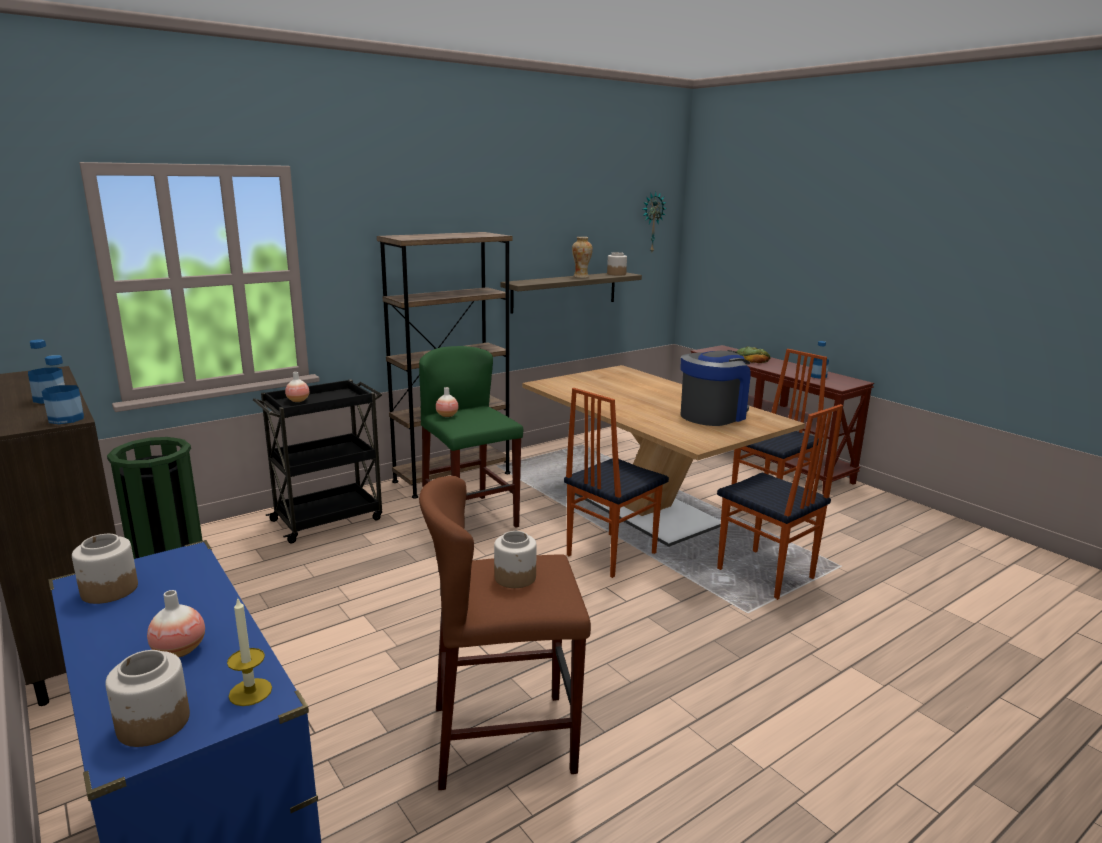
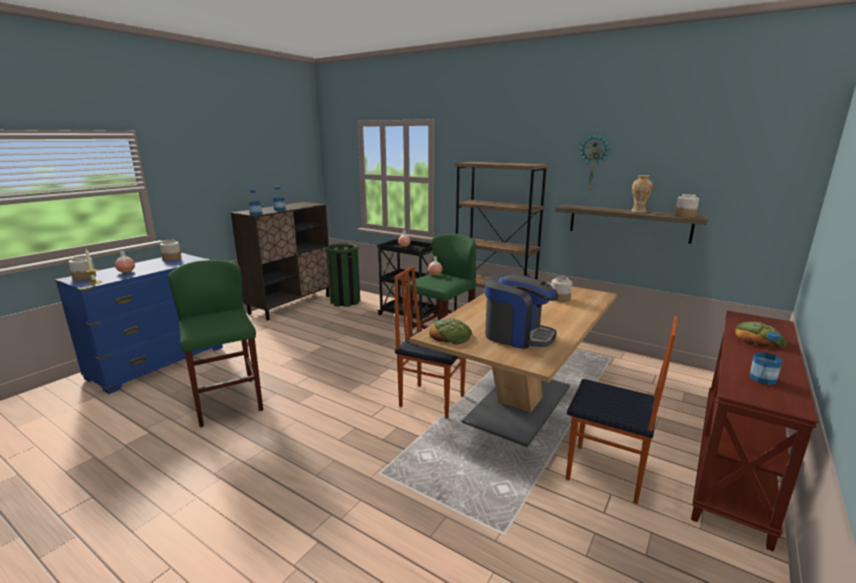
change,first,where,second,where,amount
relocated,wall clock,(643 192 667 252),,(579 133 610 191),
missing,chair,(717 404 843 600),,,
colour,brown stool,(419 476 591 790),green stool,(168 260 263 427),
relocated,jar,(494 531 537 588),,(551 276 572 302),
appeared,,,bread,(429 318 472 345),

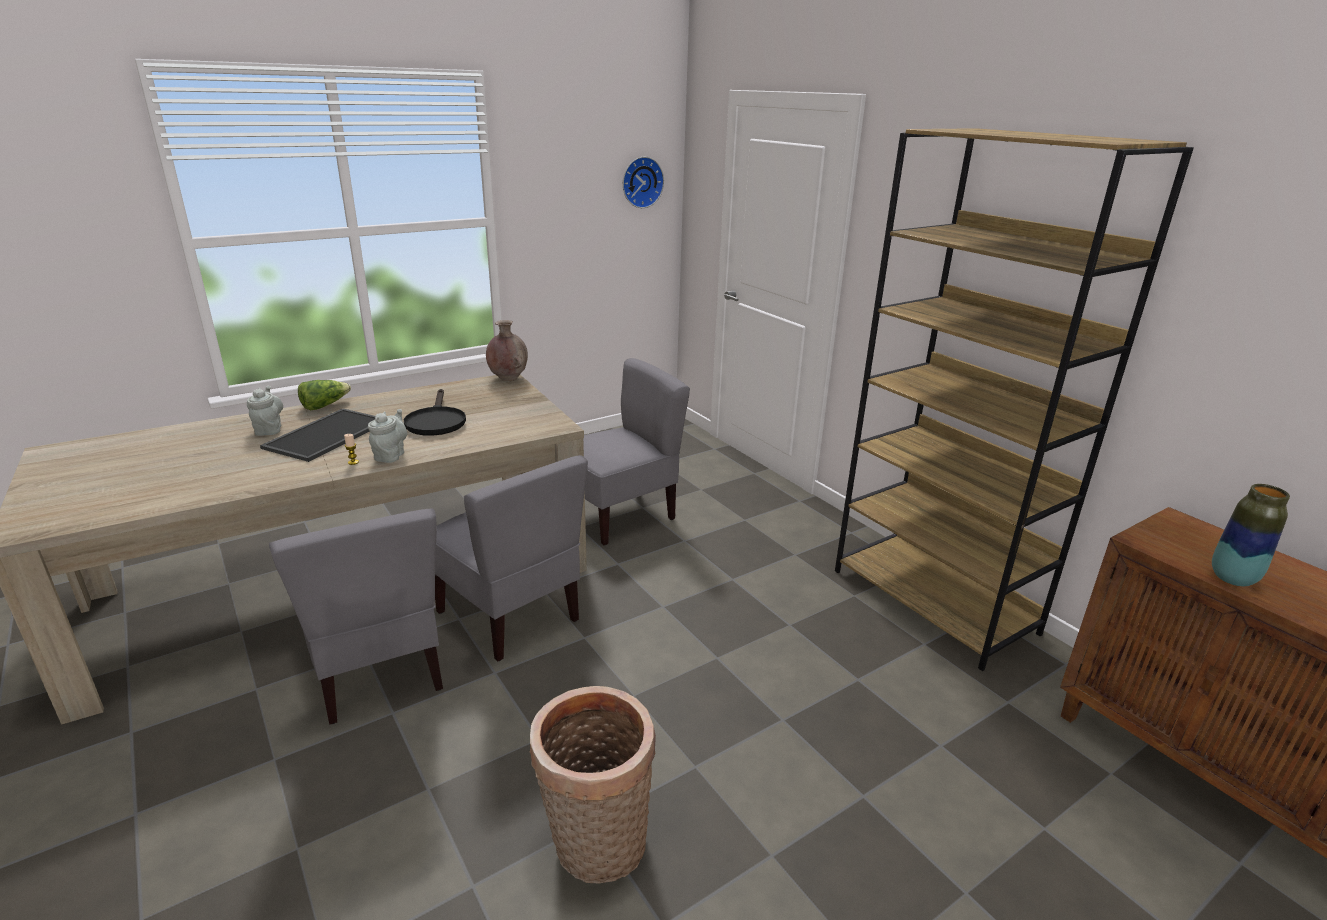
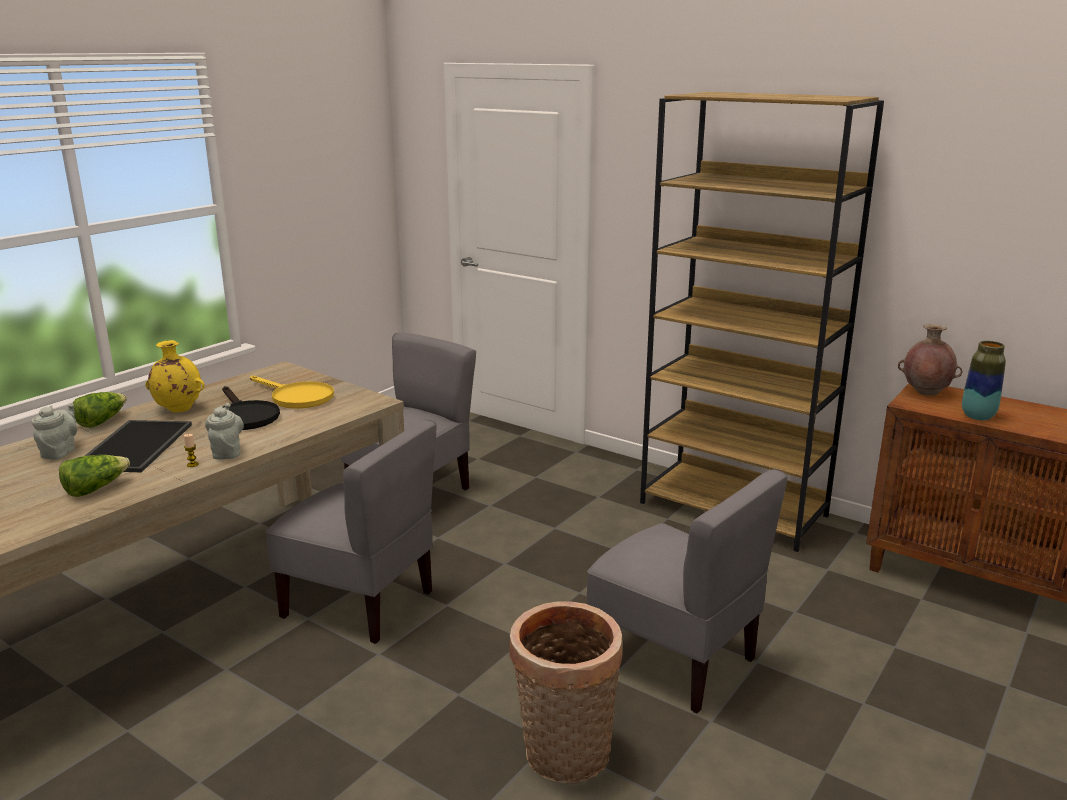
change,first,where,second,where,amount
missing,wall clock,(623 157 664 208),,,
relocated,brown vase,(486 320 528 381),,(898 324 963 396),
spun,grey teapot,(247 386 283 436),,(31 403 77 460),45 degrees clockwise
relocated,grey chair,(269 508 443 725),,(587 469 788 713),
appeared,,,yellow vase,(145 340 205 413),
appeared,,,yellow frying pan,(250 376 334 409),
appeared,,,lettuce,(59 455 130 497),

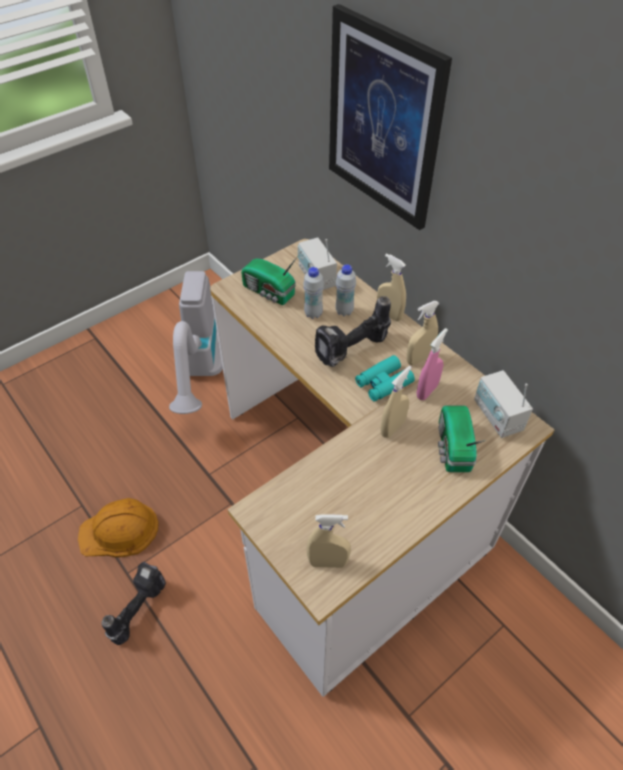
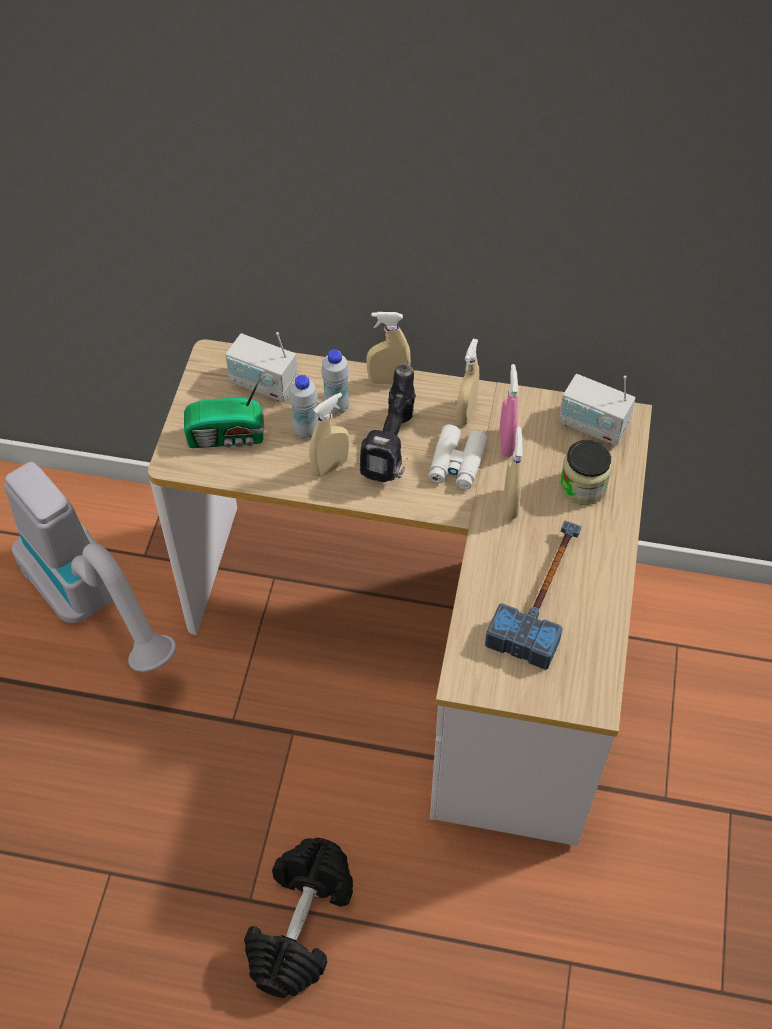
change,first,where,second,where,amount
missing,picture,(329 4 452 230),,,
colour,turquoise binoculars,(355 355 415 401),white binoculars,(428 425 488 489),
exchanged,radio,(438 406 486 472),jar,(560 440 612 505),
missing,orange hard hat,(78 498 159 557),,,
relocated,beige spray bottle,(307 514 351 568),,(309 392 349 477),
exchanged,power drill,(101 562 166 645),black dumbbell,(244 838 353 998),
appeared,,,hammer,(485 521 581 670),

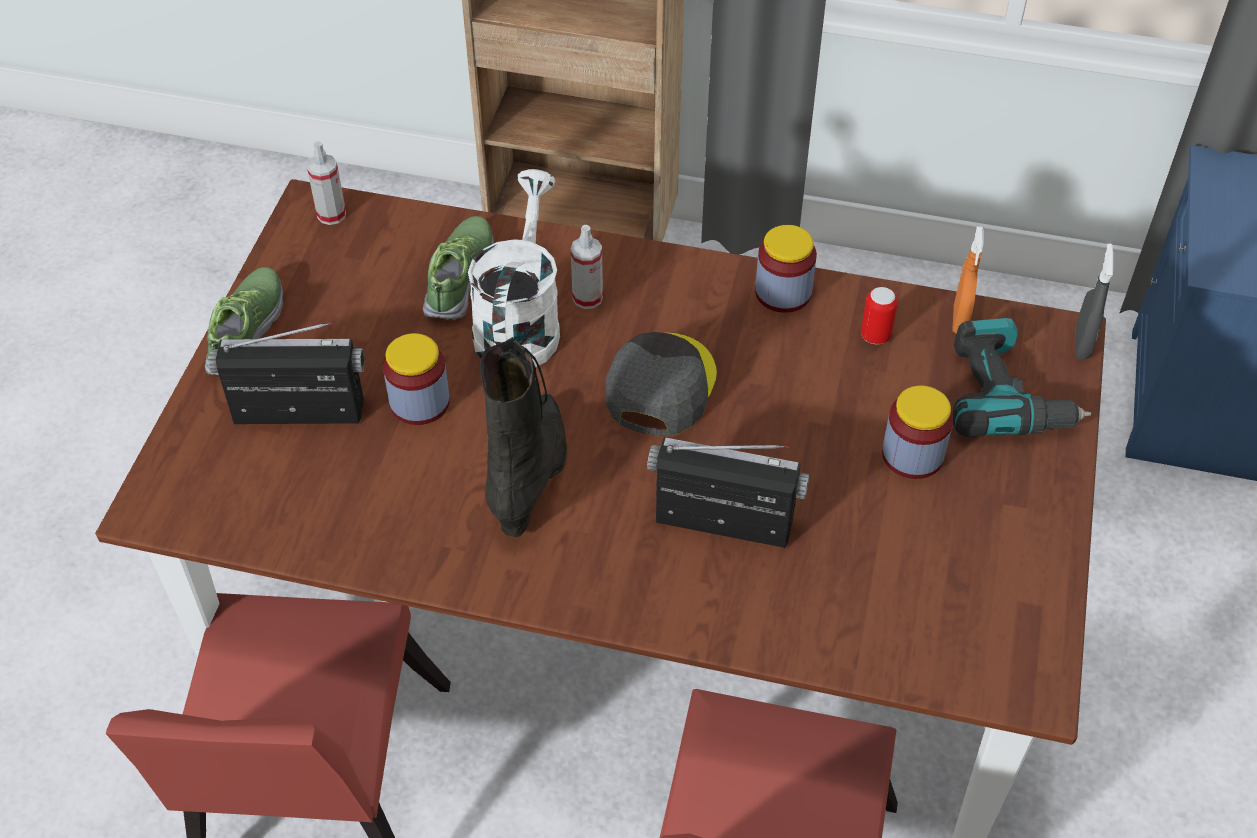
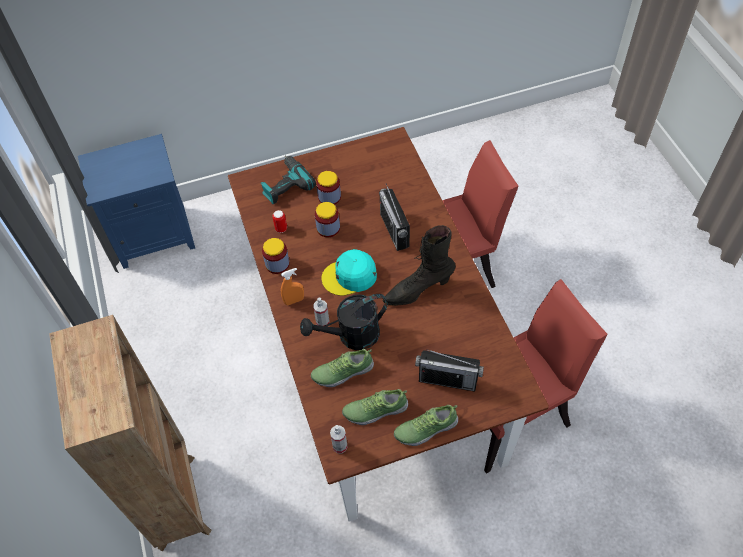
change,first,where,second,where,amount
colour,white watering can,(468 169 560 367),black watering can,(300 294 388 350),
relocated,orange spray bottle,(952 226 984 334),,(281 268 304 305),
missing,grey spray bottle,(1075 243 1114 360),,,
spun,radio,(208 322 365 424),,(415 349 484 392),45 degrees counterclockwise
colour,grey cap,(606 332 717 436),turquoise cap,(321 249 377 296),
relocated,jar,(383 333 450 425),,(315 202 340 237),
appeared,,,shoe,(342 389 408 425),

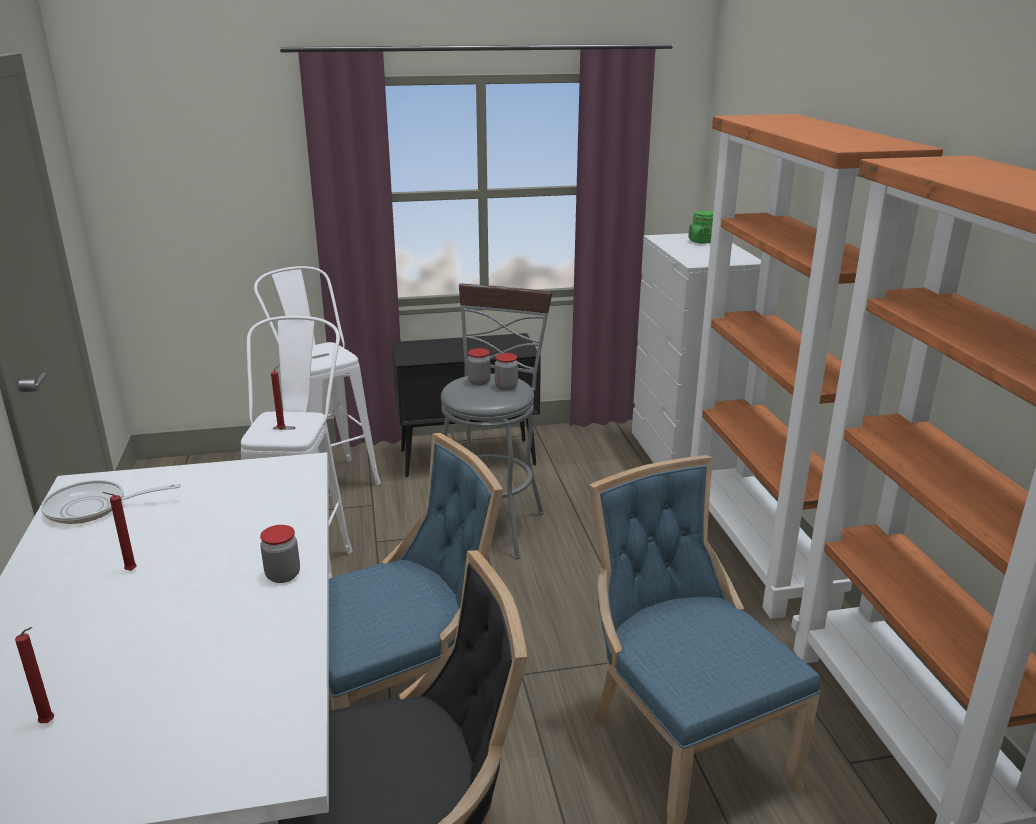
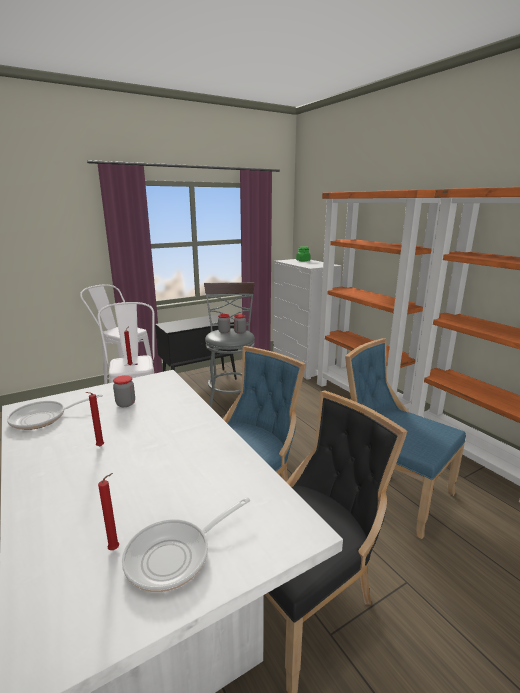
change,first,where,second,where,amount
relocated,jar,(260 525 300 583),,(113 375 135 407),
appeared,,,frying pan,(122 497 250 592),

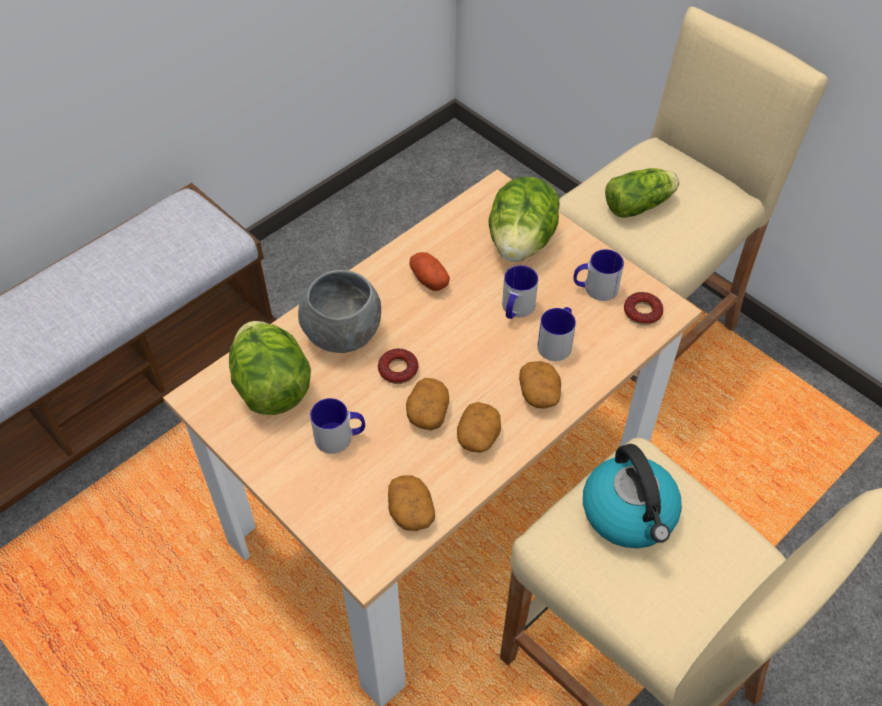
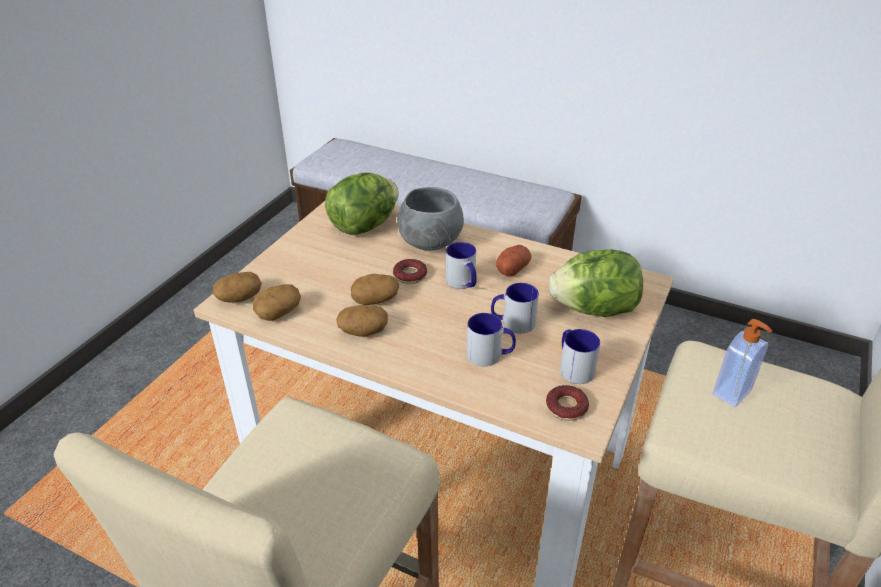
change,first,where,second,where,amount
exchanged,lettuce,(605 168 679 218),soap dispenser,(713 319 773 407),
relocated,potato,(519 361 561 408),,(212 272 262 302),
relocated,mug,(310 398 365 454),,(446 242 477 289),
missing,kettle,(583 444 682 548),,,

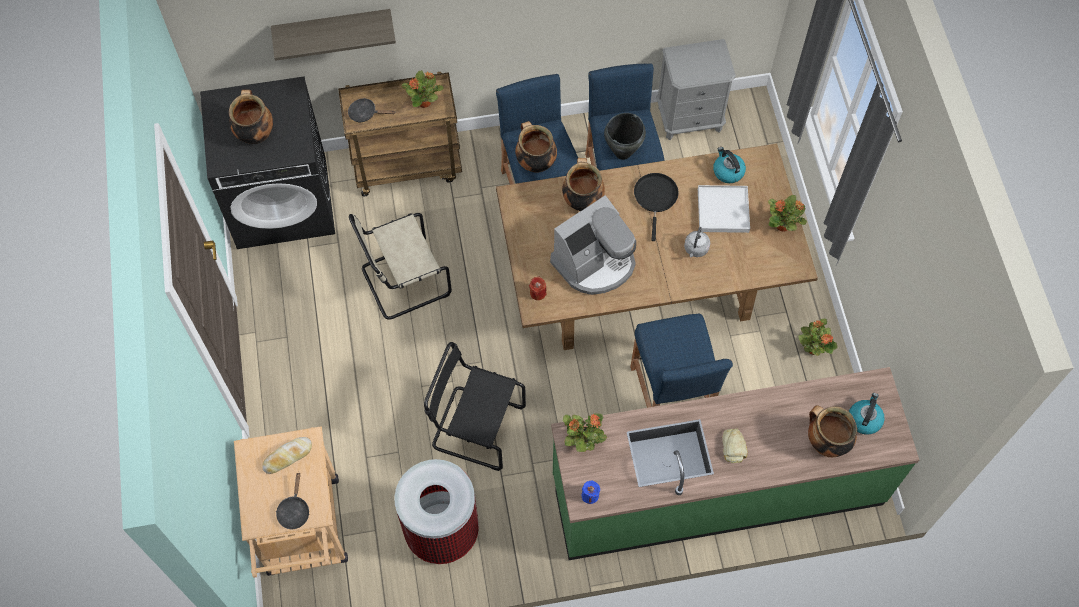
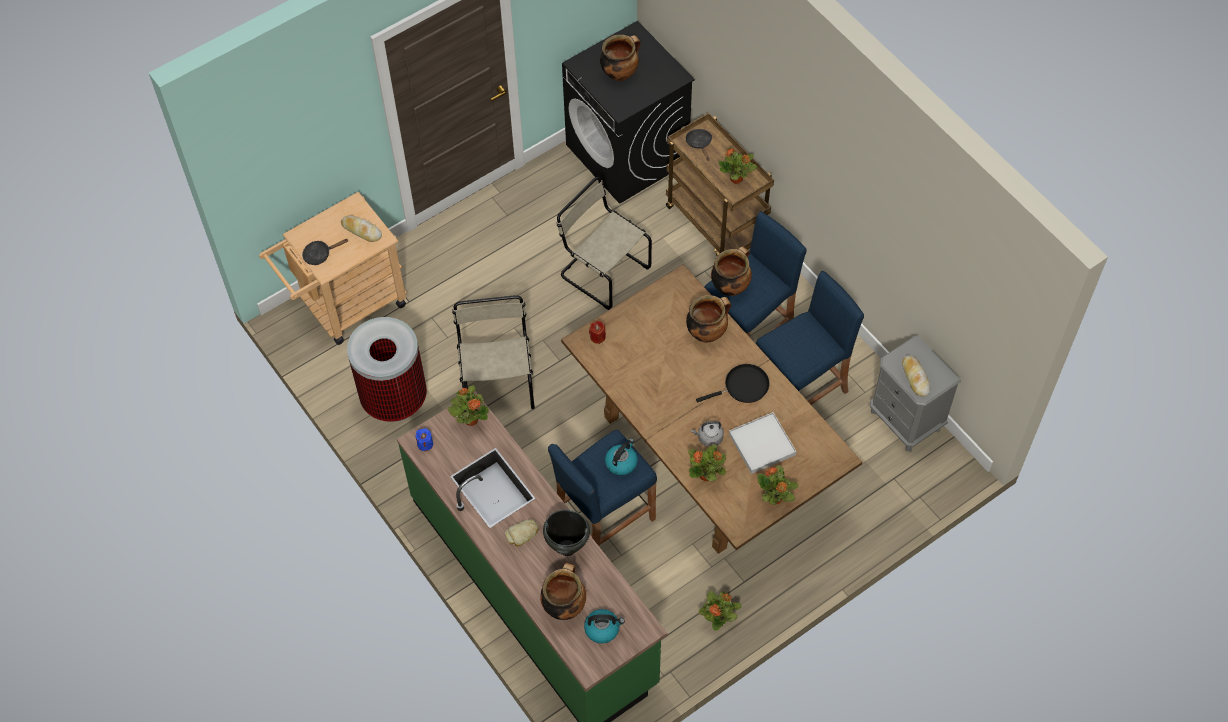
change,first,where,second,where,amount
missing,shelf,(271 9 396 61),,,
relocated,black cooking pot,(604 113 646 160),,(543 510 590 556),
relocated,kettle,(713 147 746 183),,(605 438 638 476),
missing,coffee machine,(550 195 636 295),,,
colour,black chair,(424 342 526 471),beige chair,(452 295 535 409),
appeared,,,bread,(902 355 930 397),
appeared,,,potted plant,(688 445 726 481),

